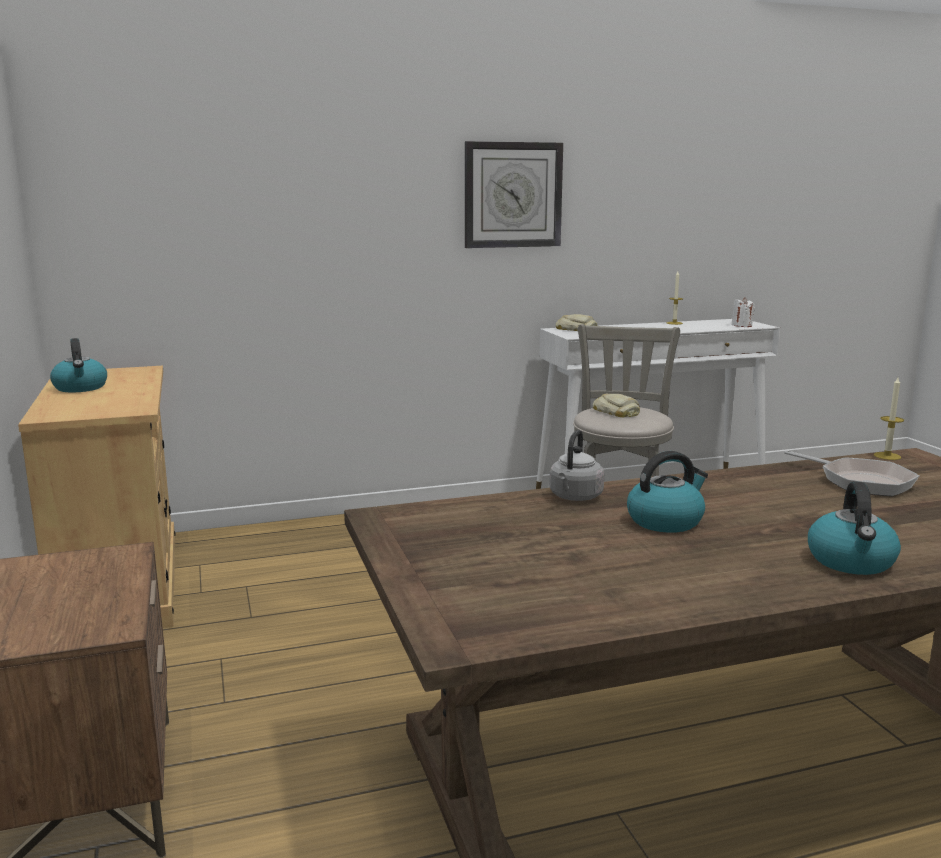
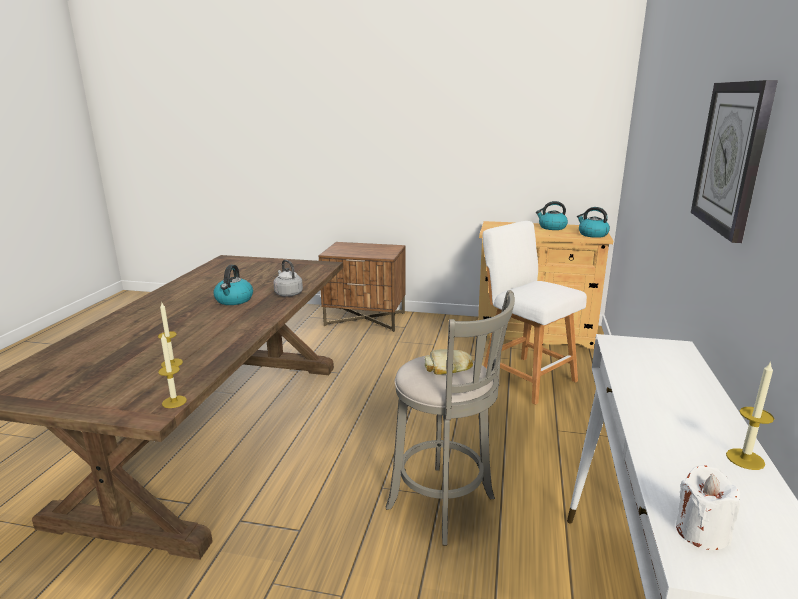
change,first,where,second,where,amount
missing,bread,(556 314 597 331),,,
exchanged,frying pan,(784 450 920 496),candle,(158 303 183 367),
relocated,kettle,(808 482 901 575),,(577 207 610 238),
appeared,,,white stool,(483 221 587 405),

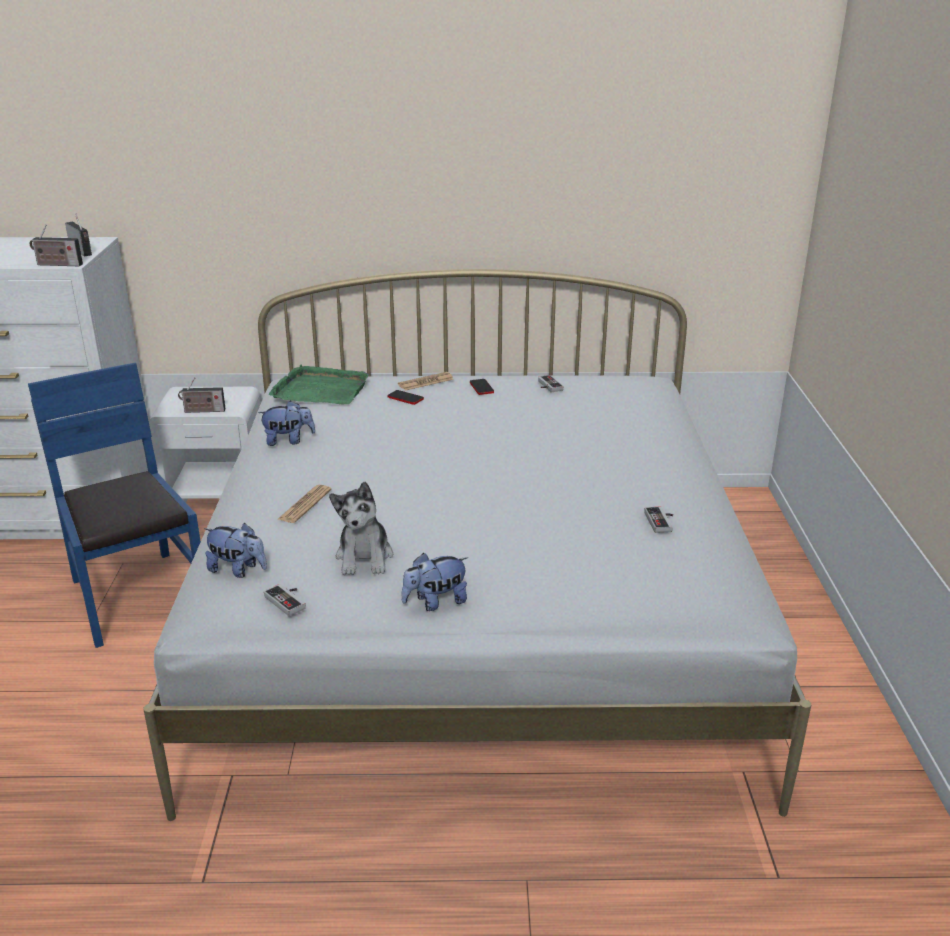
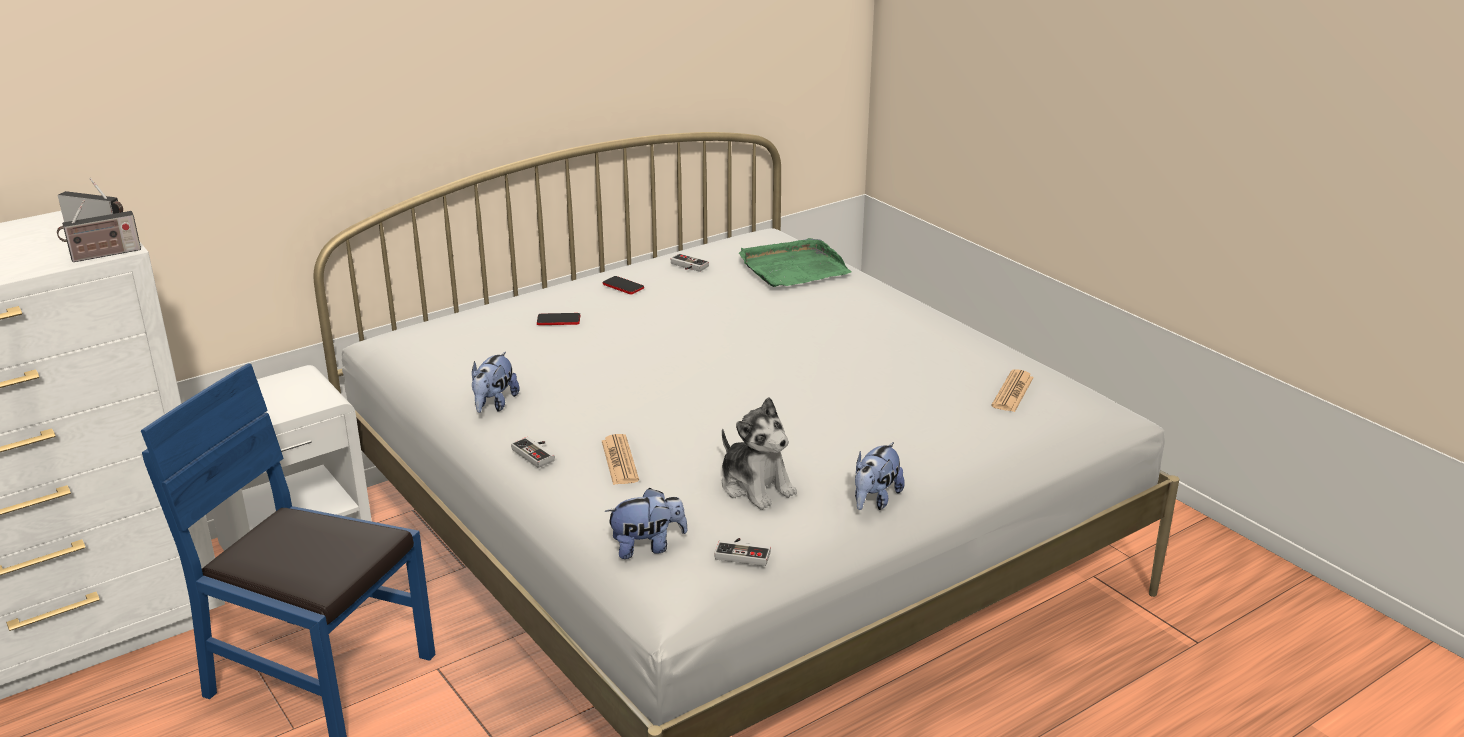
change,first,where,second,where,amount
relocated,green tray,(269 364 369 405),,(738 238 852 287),
relocated,newspaper,(398 372 454 391),,(991 369 1034 412),
missing,radio,(178 377 226 413),,,
spun,plush toy,(258 401 315 446),,(472 352 519 413),150 degrees clockwise
relocated,game controller,(644 506 673 533),,(511 437 555 468),

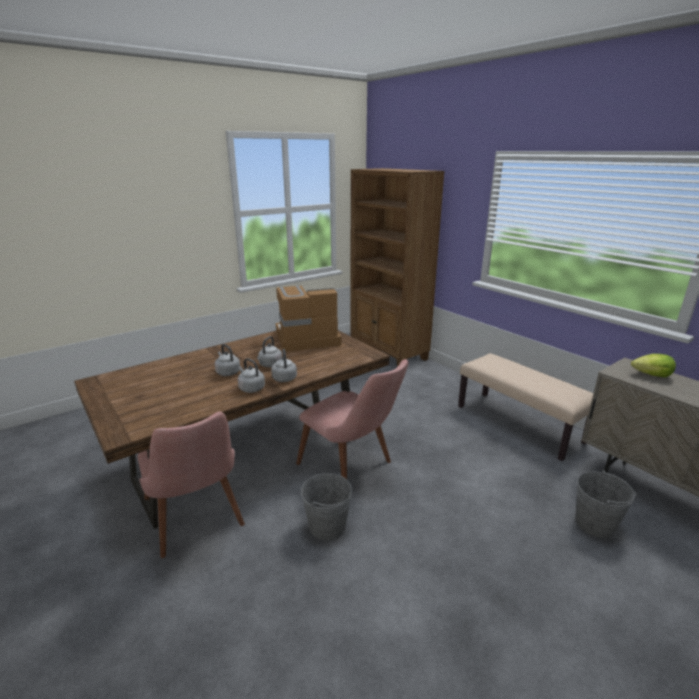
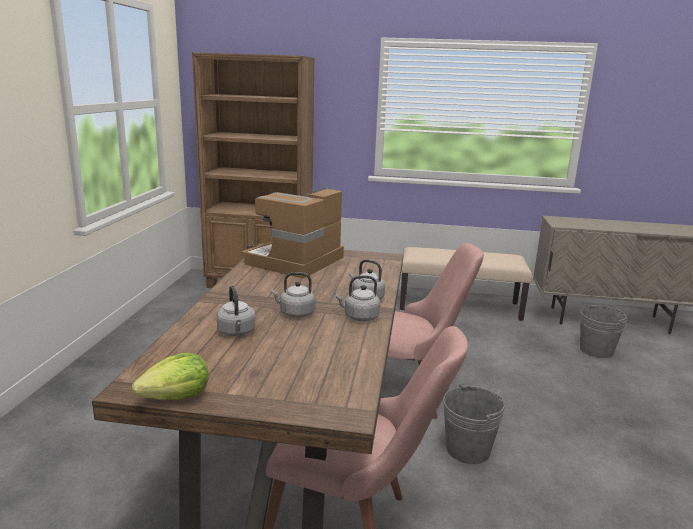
change,first,where,second,where,amount
relocated,grey kettle,(257 336 282 367),,(217 286 256 336),
relocated,lettuce,(631 354 676 377),,(132 353 208 400),

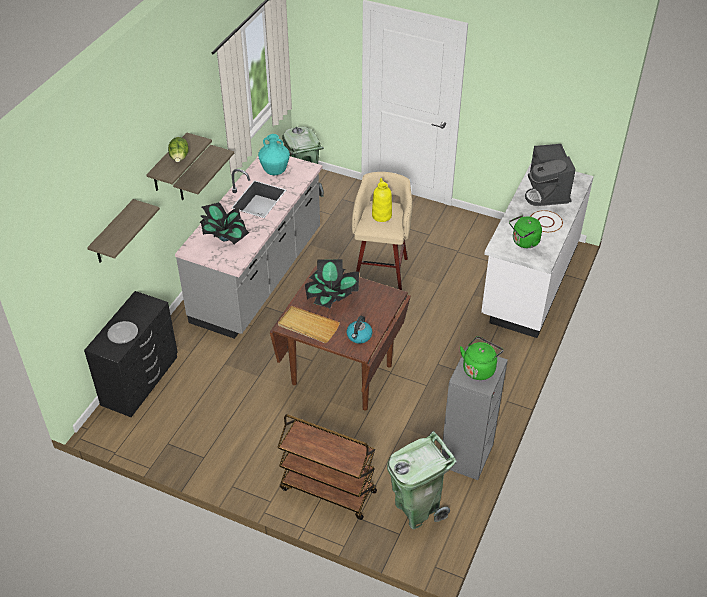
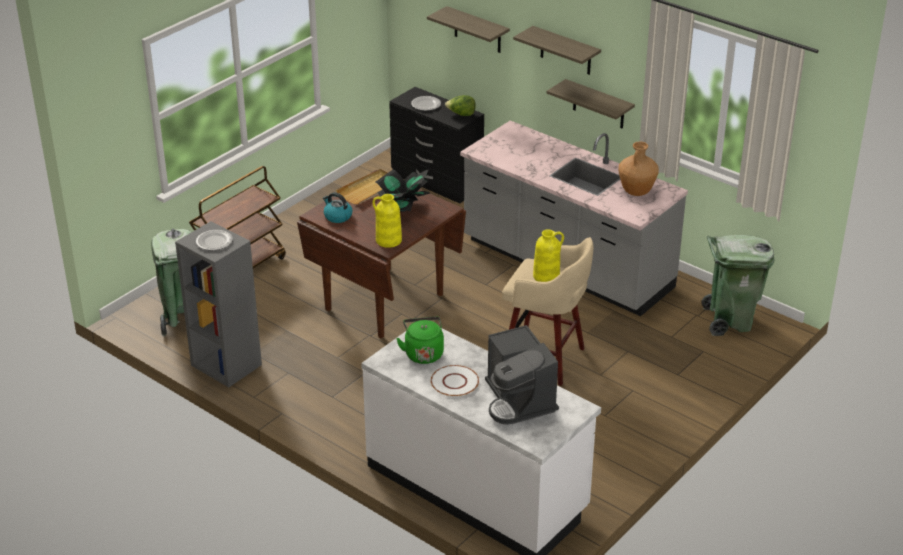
change,first,where,second,where,amount
colour,turquoise vase,(258 134 290 175),brown vase,(619 142 659 196),
relocated,lettuce,(168 137 189 162),,(445 95 476 116),
spun,coffee machine,(525 144 576 206),,(485 325 559 425),120 degrees counterclockwise
missing,potted plant,(199 202 249 244),,,
exchanged,green kettle,(460 336 503 380),plate,(196 230 233 250),
appeared,,,yellow vase,(372 194 402 248),

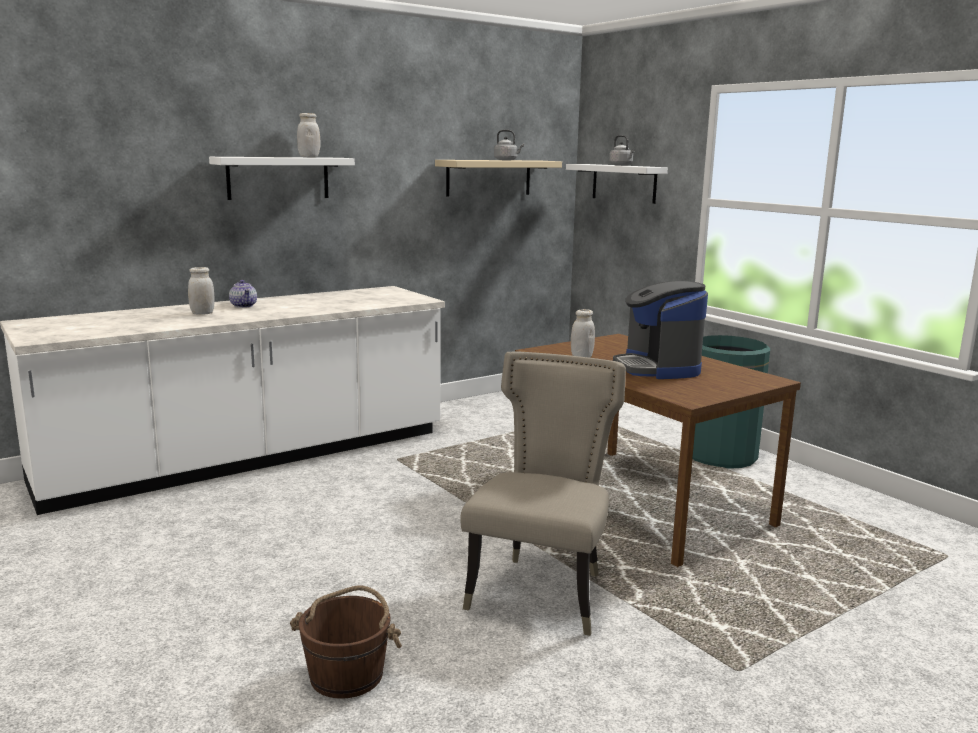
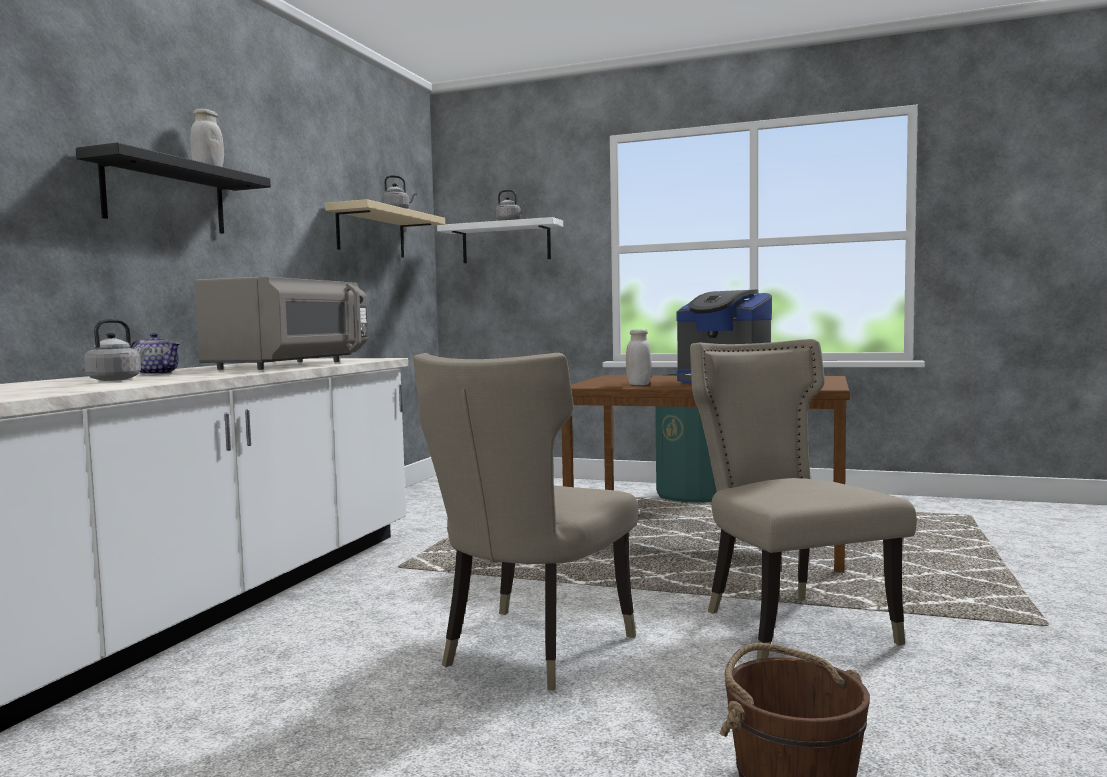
change,first,where,second,where,amount
colour,white shelf,(209 157 355 200),black shelf,(76 142 271 234),
exchanged,white jar,(188 267 214 315),grey kettle,(84 319 150 381),
appeared,,,grey microwave,(195 277 368 370),
appeared,,,beige chair,(413 353 639 690),

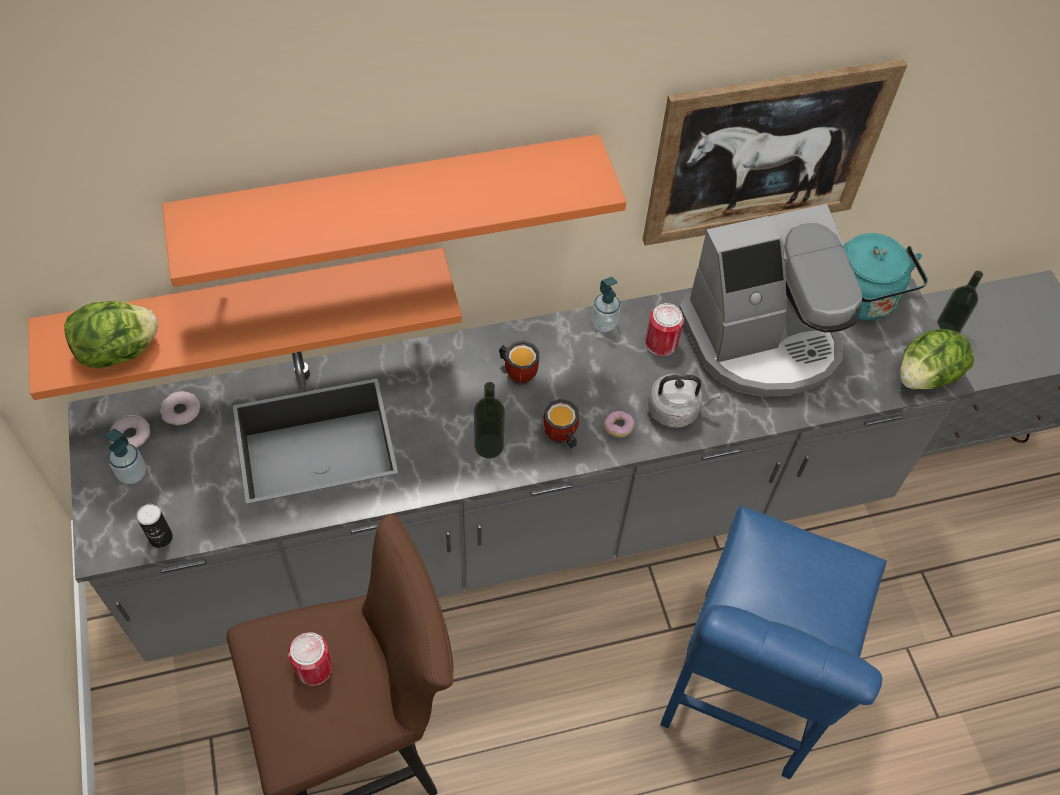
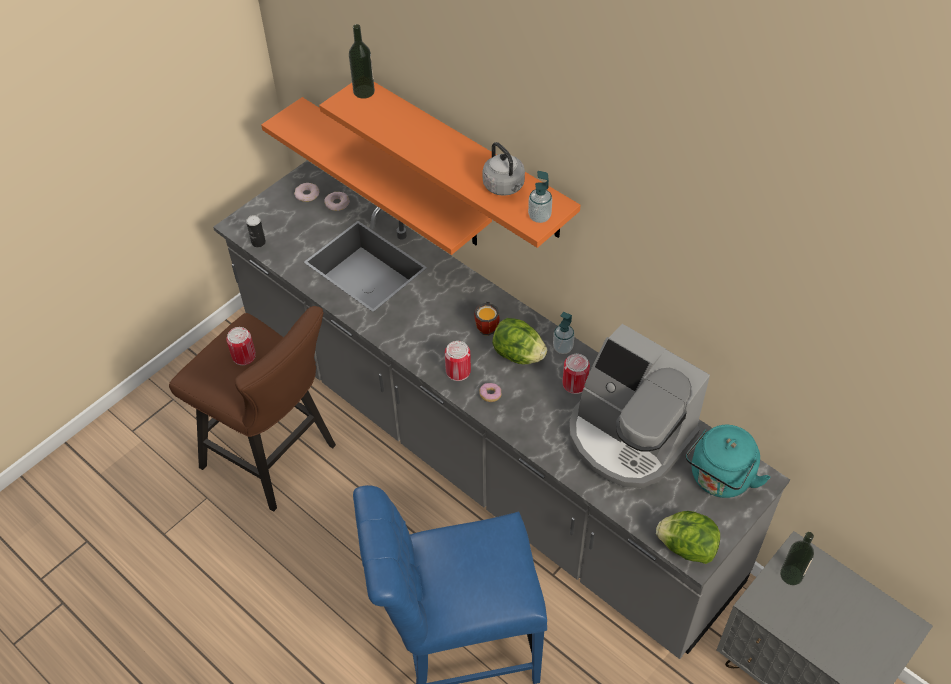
change,first,where,second,where,amount
missing,picture,(643 59 907 246),,,
relocated,lettuce,(64 301 158 368),,(492 318 547 364),
relocated,grey kettle,(648 373 720 428),,(483 142 525 196),
relocated,bottle,(474 382 505 458),,(349 24 375 99),
exchanged,mug,(543 399 579 449),can,(445 341 471 381),
relocated,soap dispenser,(105 429 146 484),,(528 171 552 223),

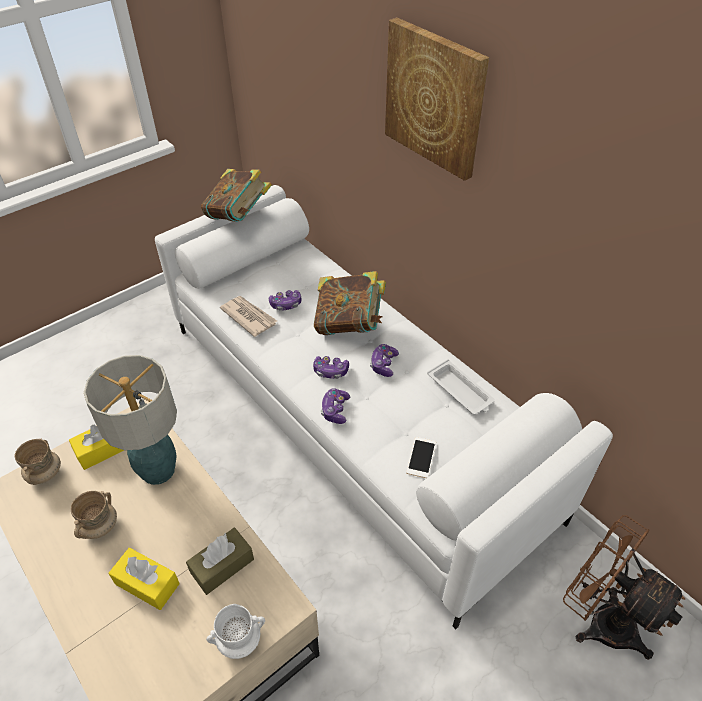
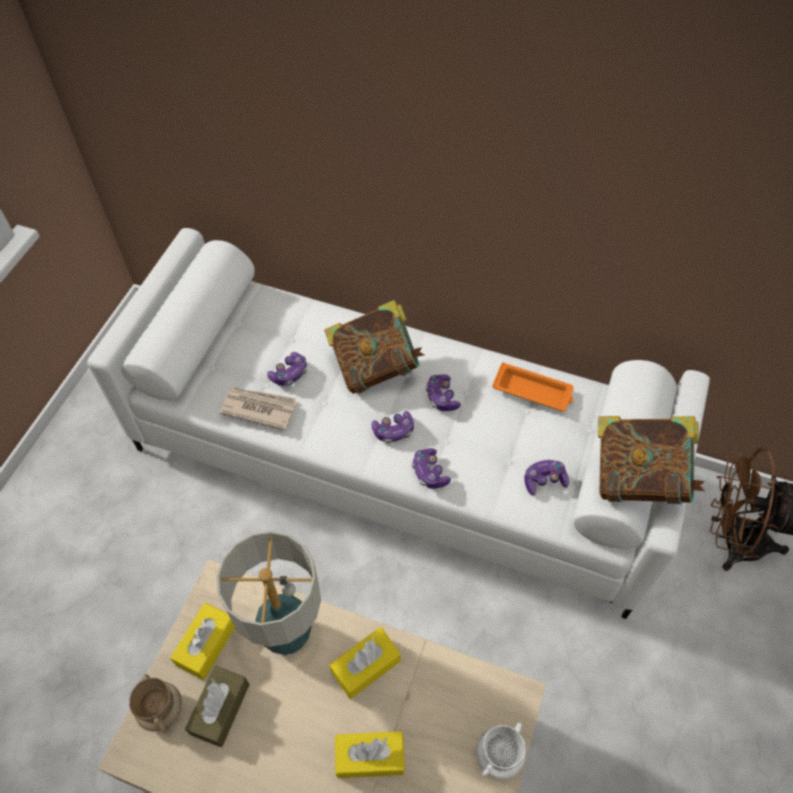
change,first,where,second,where,amount
missing,picture,(385 17 489 181),,,
relocated,book,(201 169 272 222),,(598 416 705 504),
colour,white tray,(427 359 495 415),orange tray,(492 362 574 411),
exchanged,phone,(406 437 436 478),game controller,(524 460 569 496),
missing,beige mug,(71 491 117 539),,,
relocated,brown tissue box,(186 528 254 595),,(185 666 250 747),
appeared,,,yellow tissue box,(330 627 401 699),

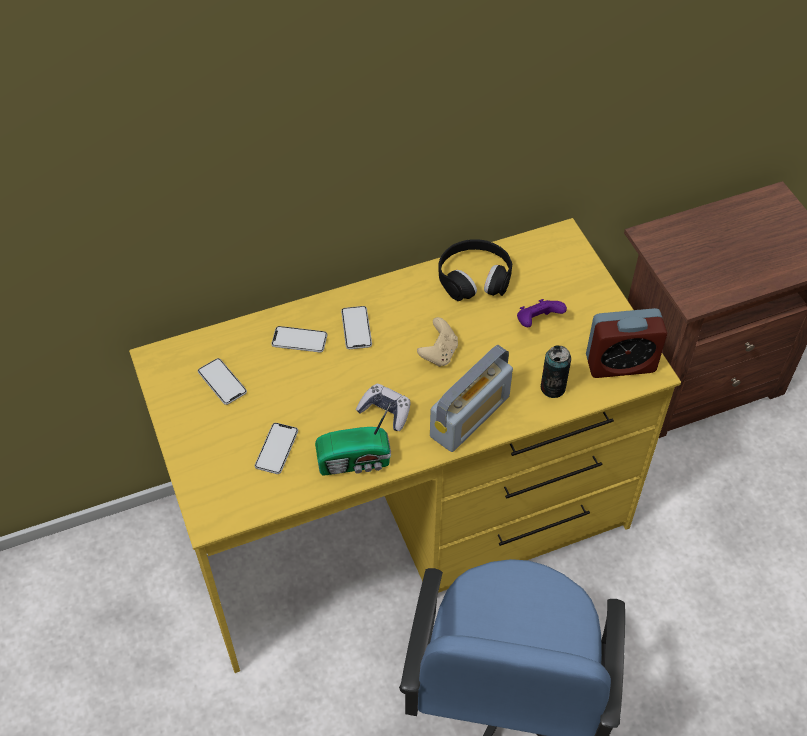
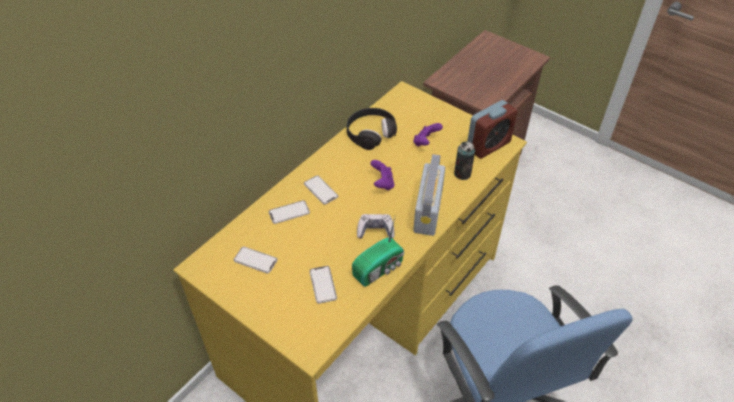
change,first,where,second,where,amount
colour,beige game controller,(417 317 458 367),purple game controller,(370 160 394 191),

